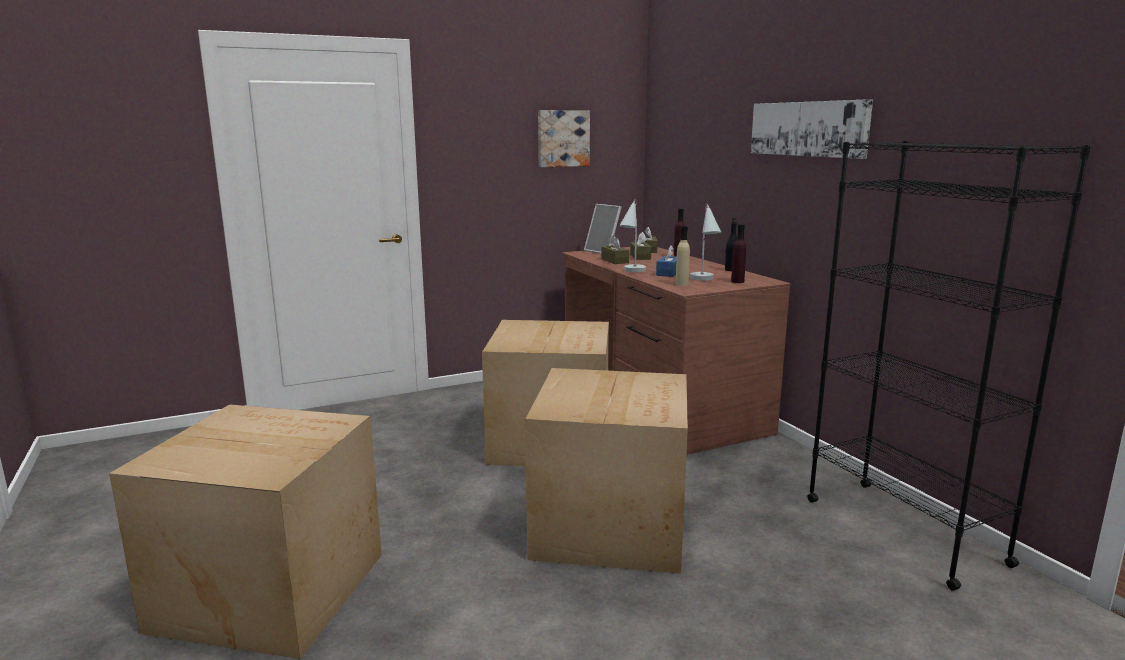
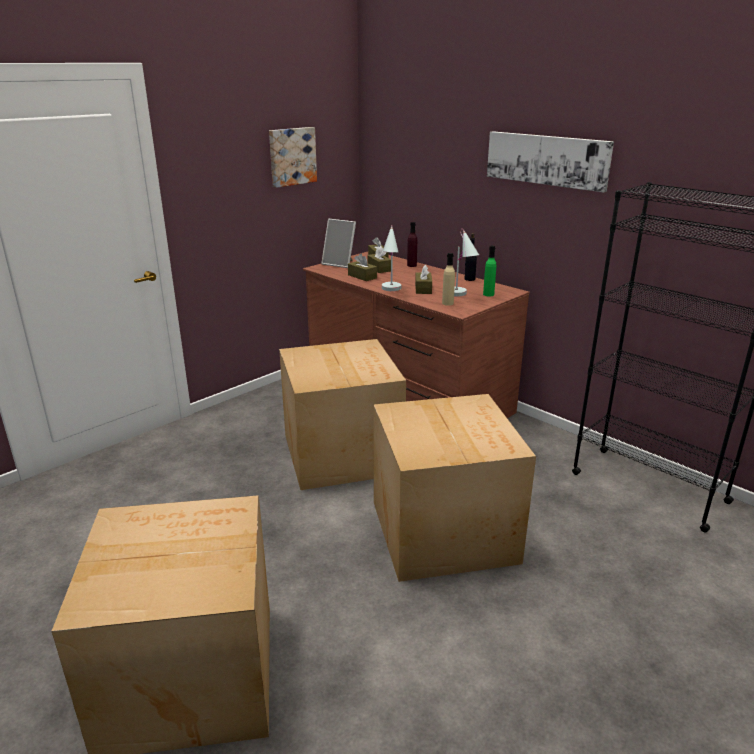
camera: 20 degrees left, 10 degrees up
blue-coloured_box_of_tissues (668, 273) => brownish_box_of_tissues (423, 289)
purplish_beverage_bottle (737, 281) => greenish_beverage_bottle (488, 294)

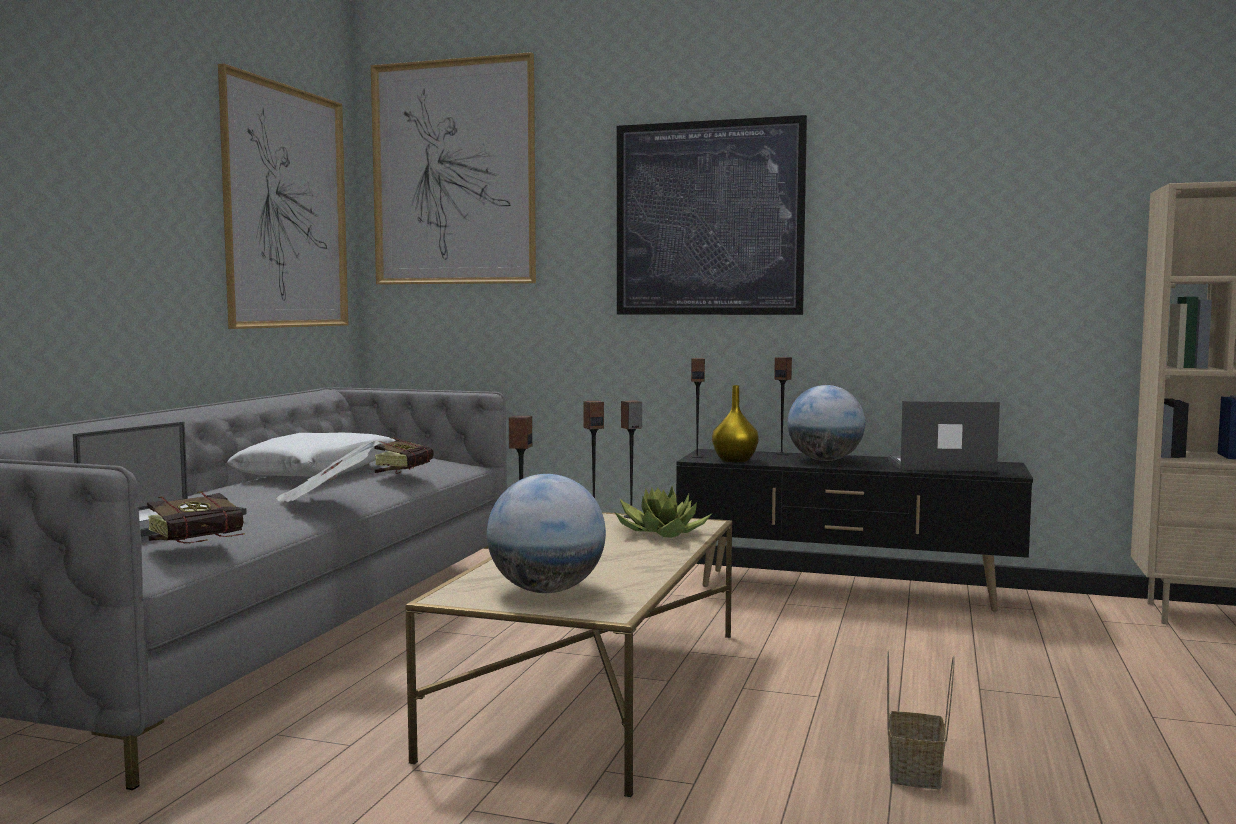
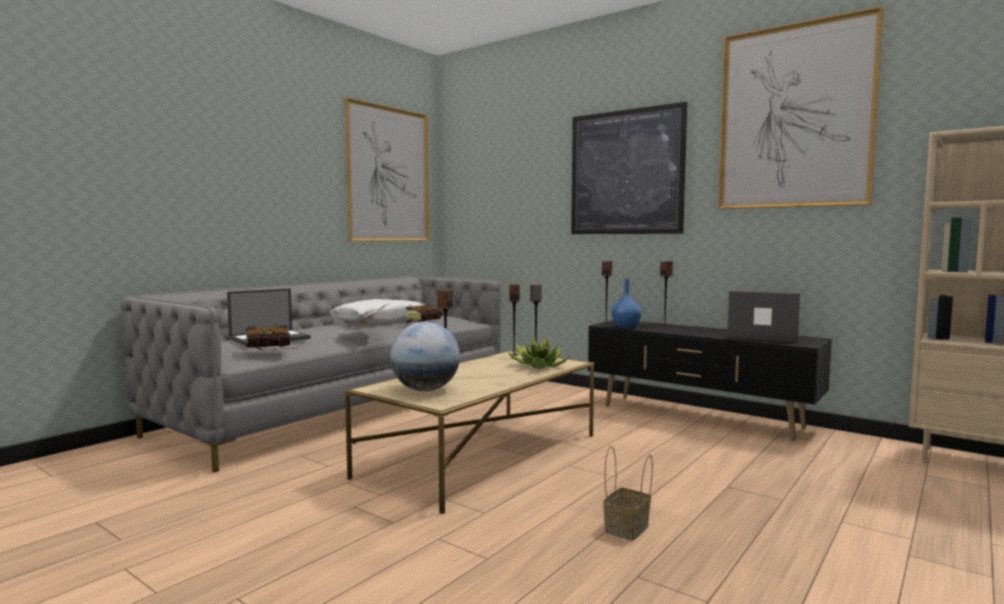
camera: 20 degrees right, 0 degrees up
yellowish_vase (733, 460) => blue-coloured_vase (625, 326)
picture (453, 173) => picture (794, 116), moved
globe (825, 460) => nothing

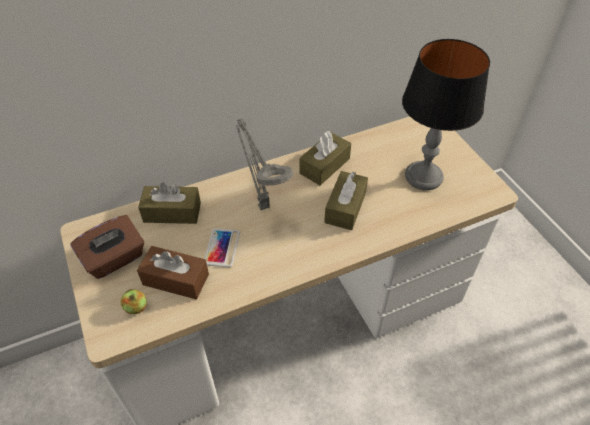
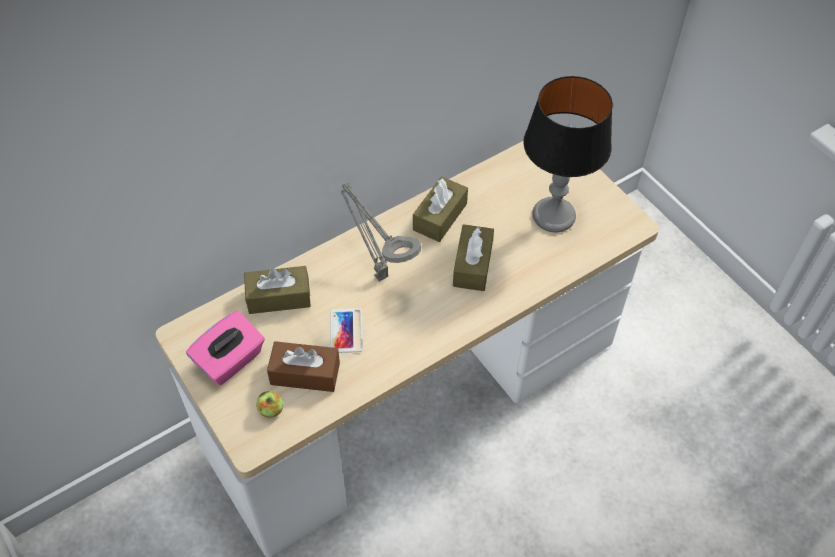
camera: 10 degrees left, 5 degrees up
brownish_box_of_tissues (115, 259) => pinkish_box_of_tissues (230, 361)

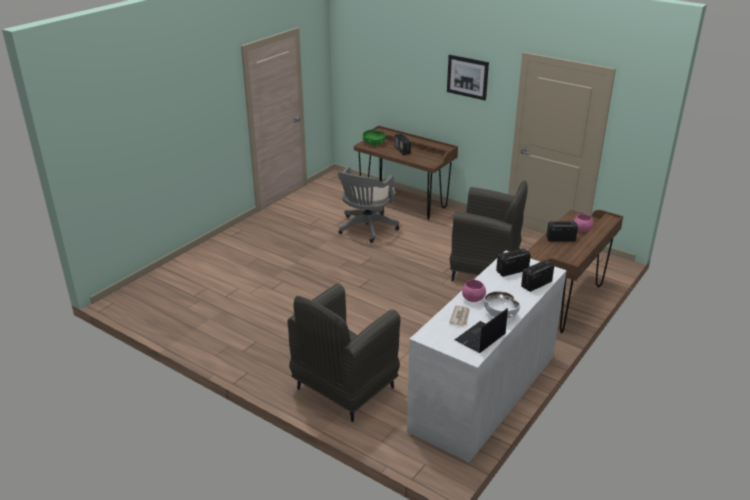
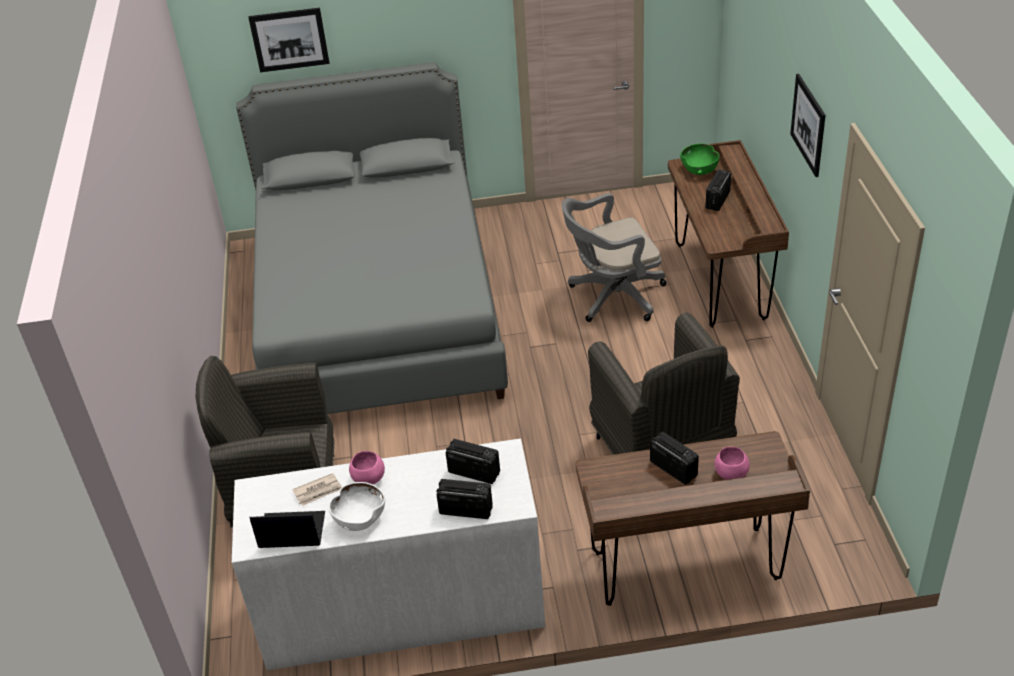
camera: 50 degrees right, 10 degrees up
nothing => grey_bed (377, 312)
nothing => picture (289, 39)

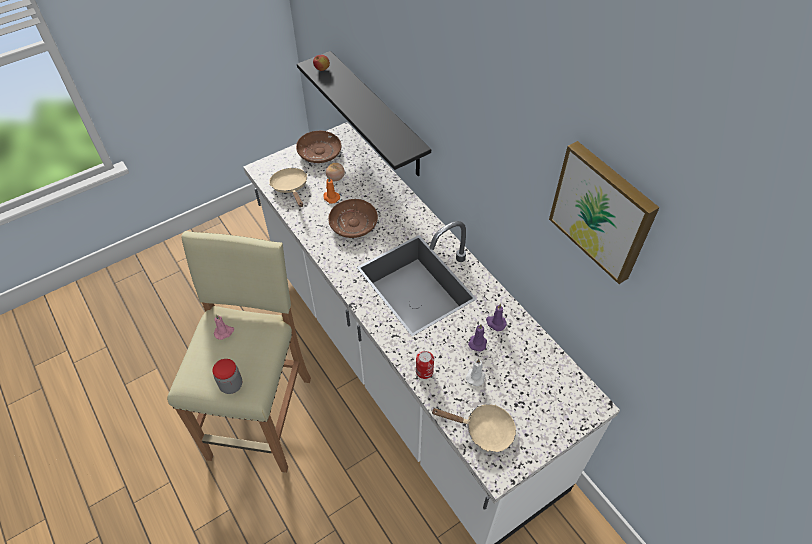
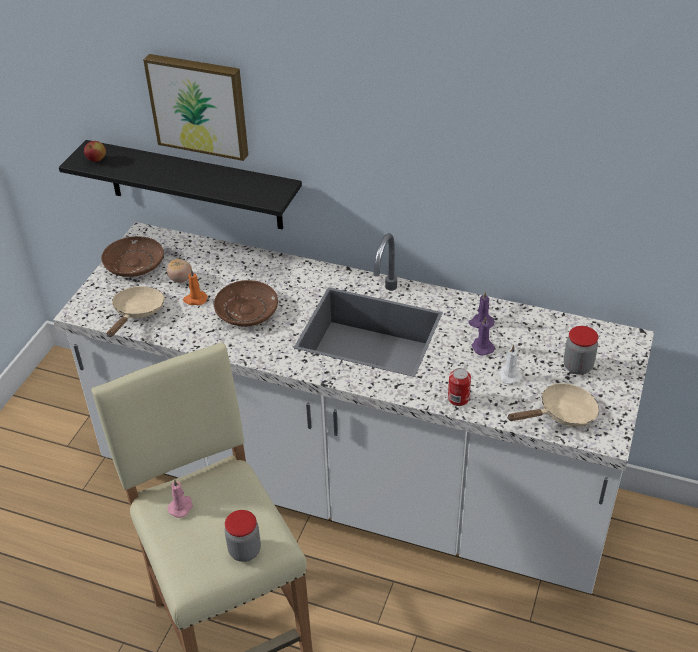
camera: 35 degrees left, 10 degrees down
sand-coloured_skillet (291, 188) => sand-coloured_skillet (137, 312), 75 degrees clockwise
picture (603, 211) => picture (199, 105), moved
nothing => jar (577, 366)

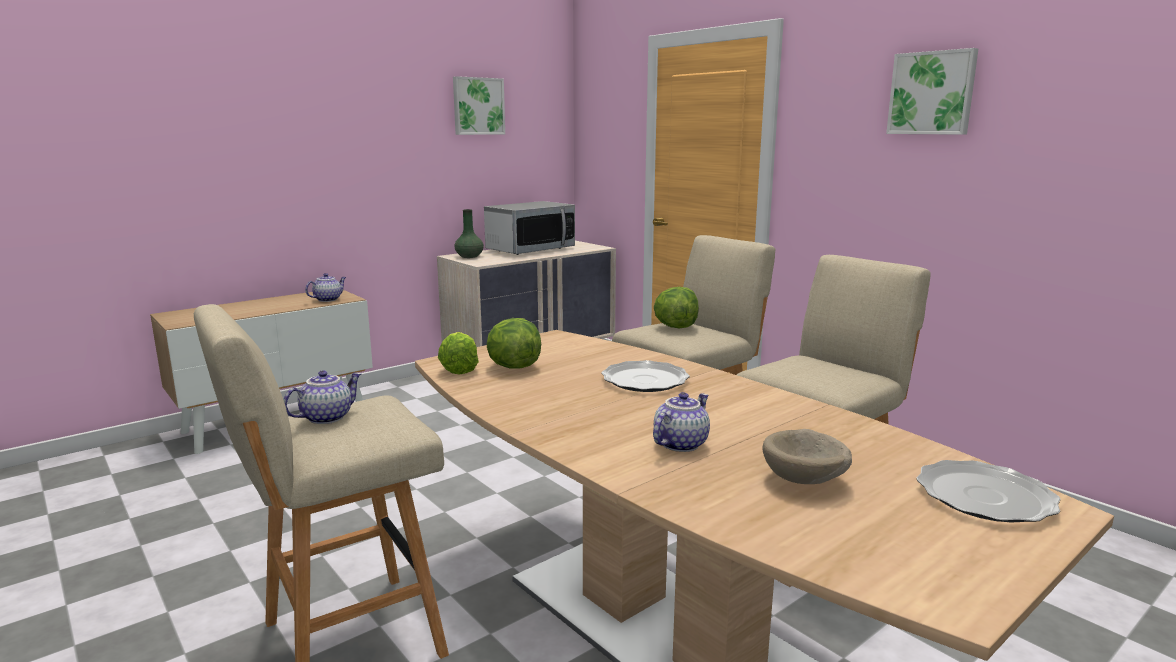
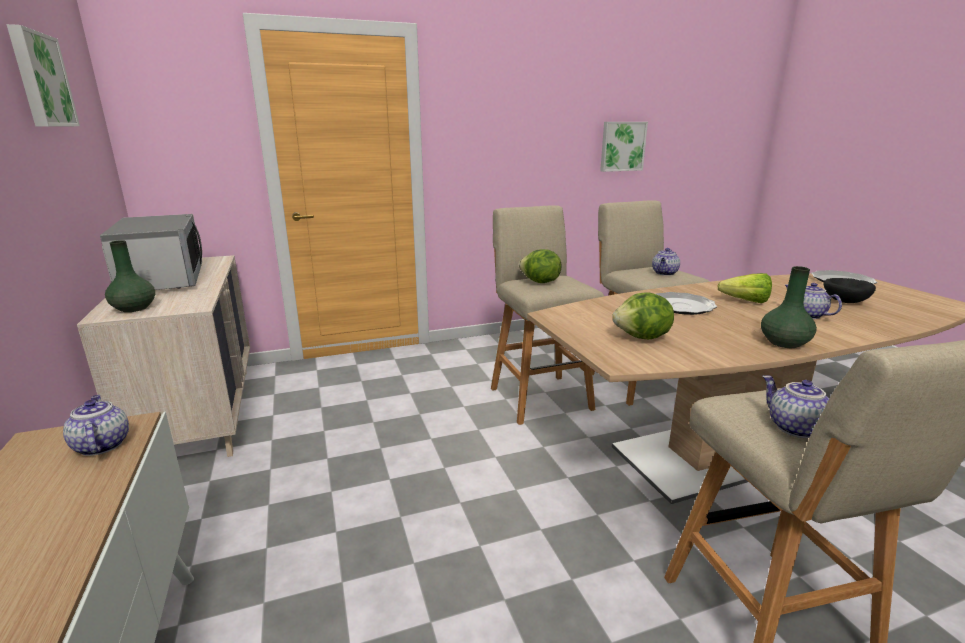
camera: 70 degrees left, 5 degrees up
picture (932, 93) => picture (622, 146), moved
nothing => tea_pot (664, 273)
head_of_lettuce (461, 367) => head_of_lettuce (740, 301), moved
nothing => greenish_vase (784, 343)
sand-coloured_bowl (806, 481) => blackish_bowl (845, 301)

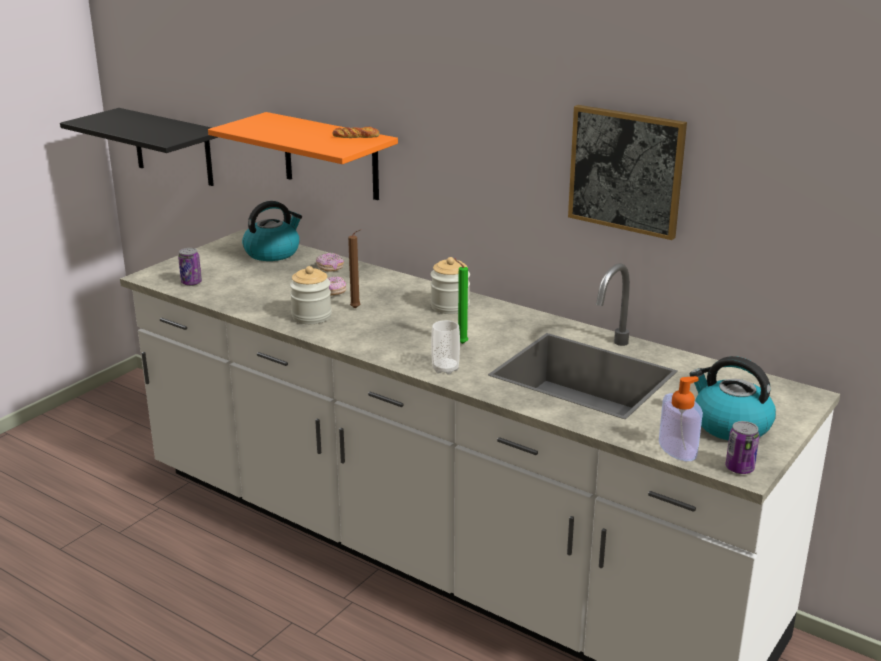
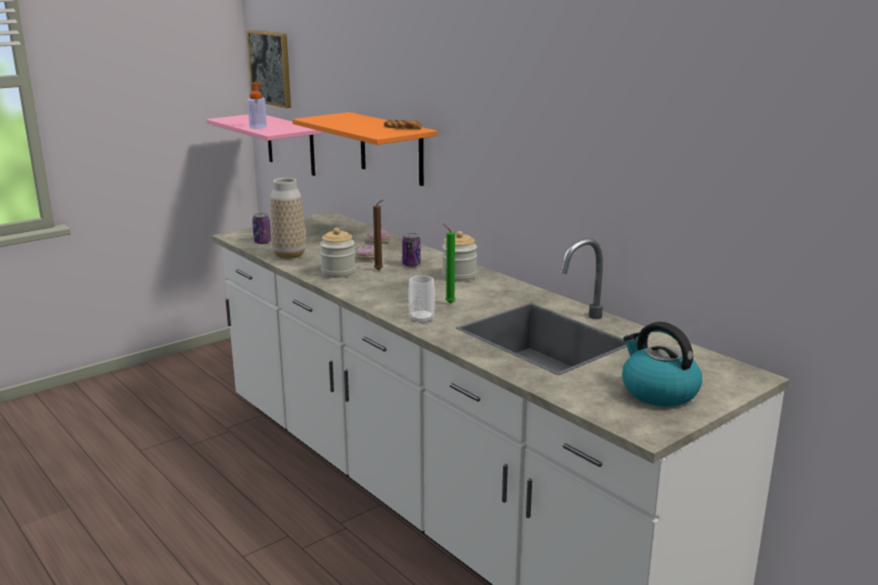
camera: 15 degrees right, 5 degrees down
blackish_bracket_shelf (173, 147) => pinkish_bracket_shelf (290, 144)
picture (626, 170) => picture (270, 68), moved
soap_dispenser (677, 449) => soap_dispenser (258, 126), moved
nothing => vase (289, 255)
metal_can (739, 468) => metal_can (411, 264), moved
water_kettle (273, 252) => nothing

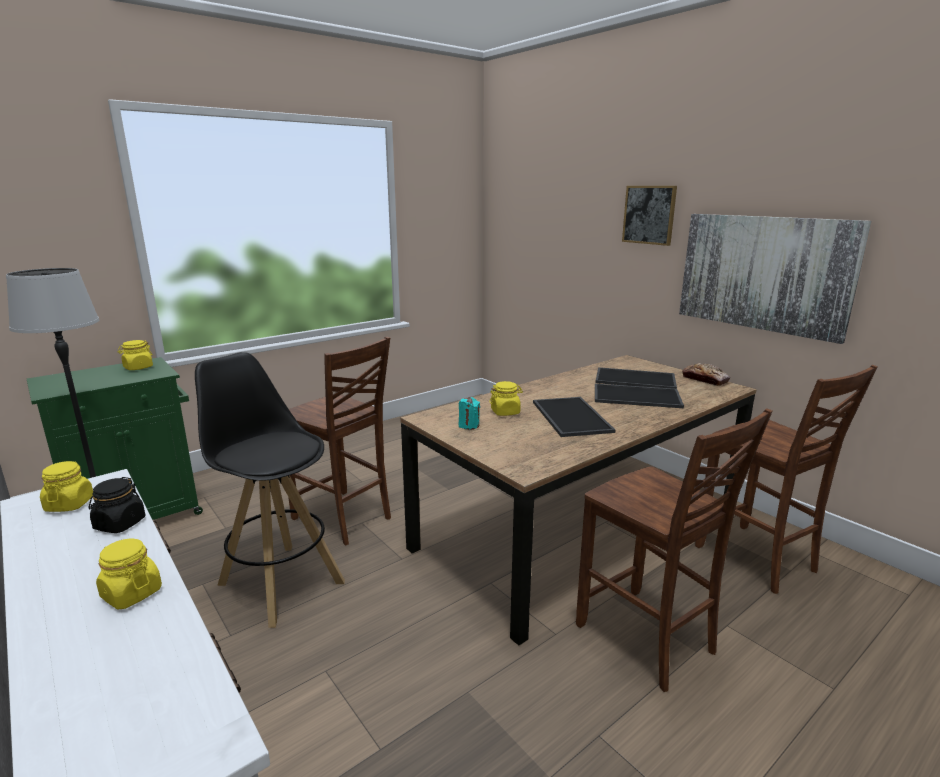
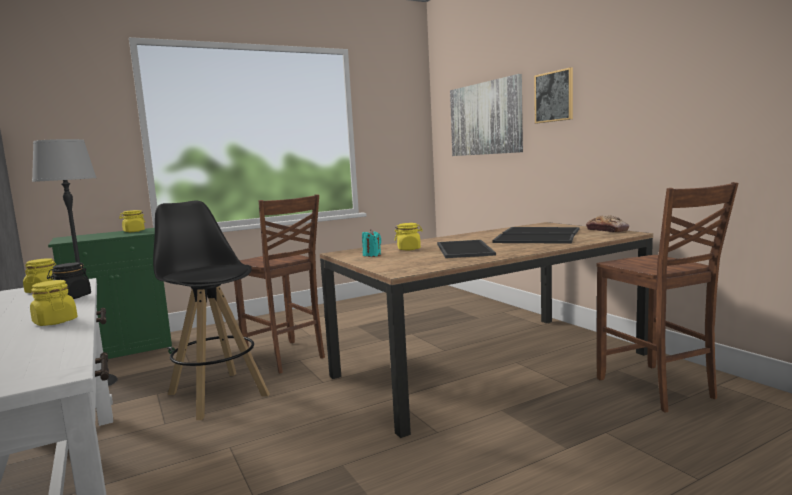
camera: 10 degrees right, 10 degrees down
picture (763, 273) => picture (485, 118), moved
brownish_upright_chair (647, 640) => nothing

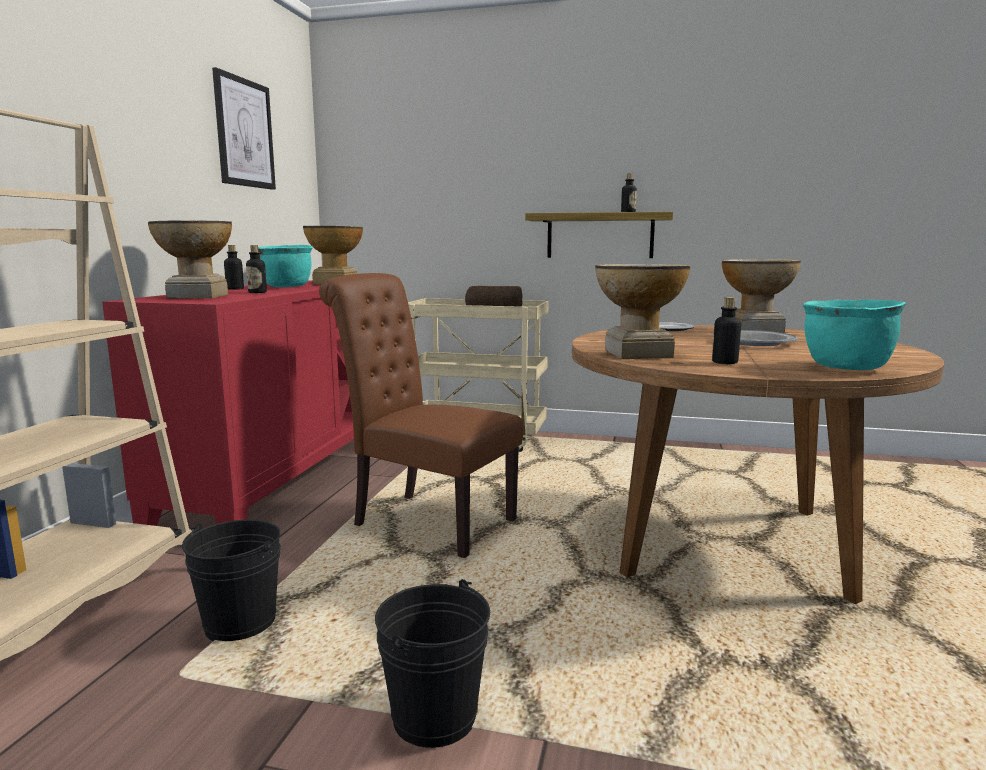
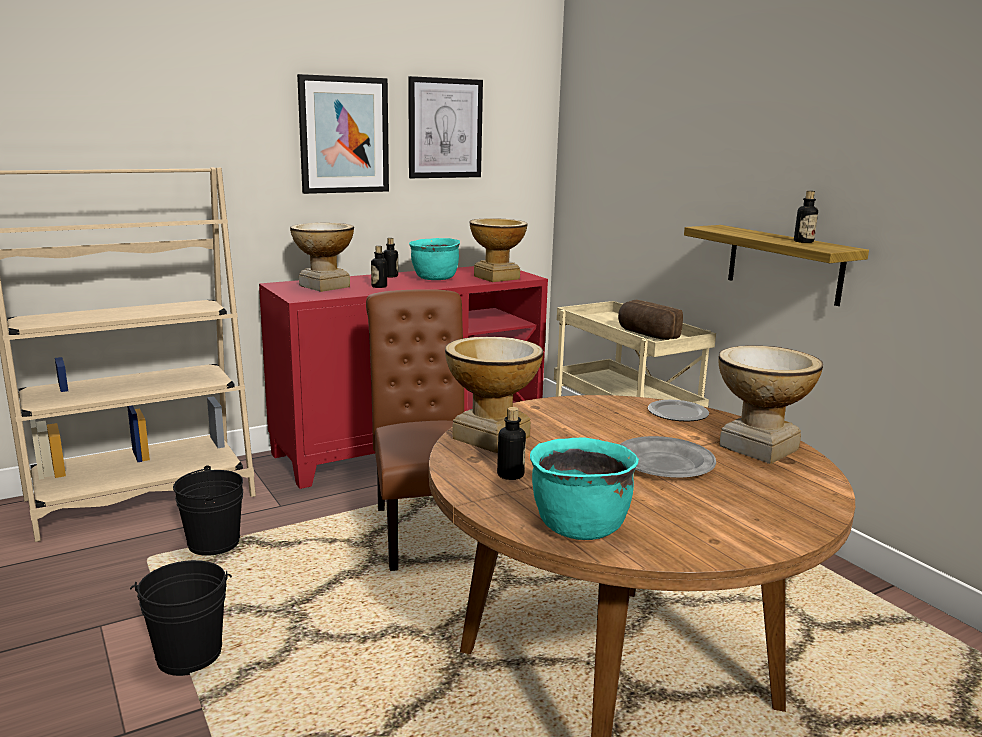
camera: 45 degrees right, 5 degrees up
nothing => picture (344, 135)

